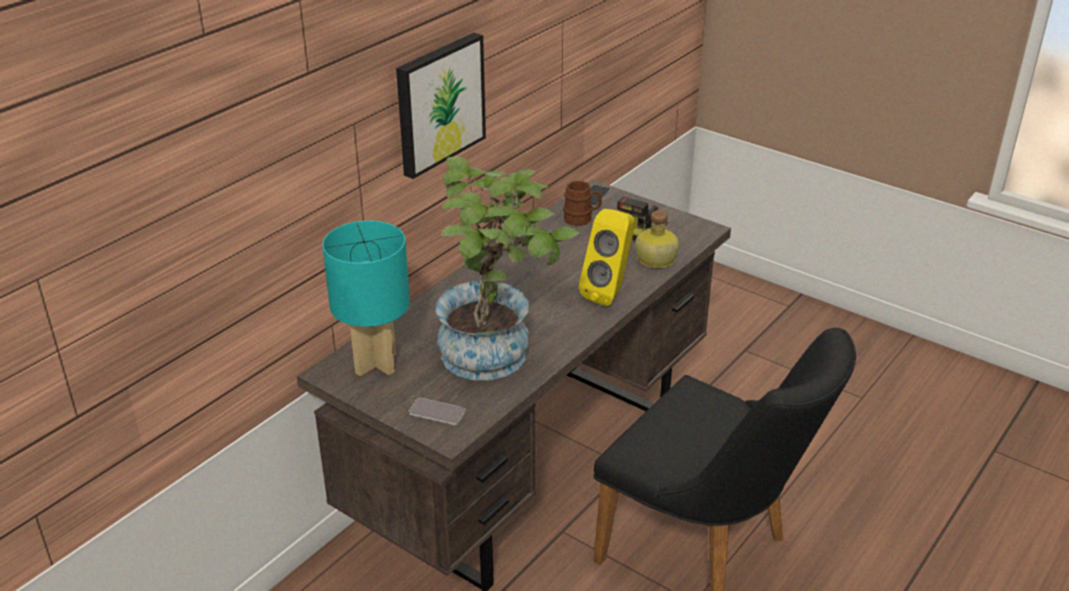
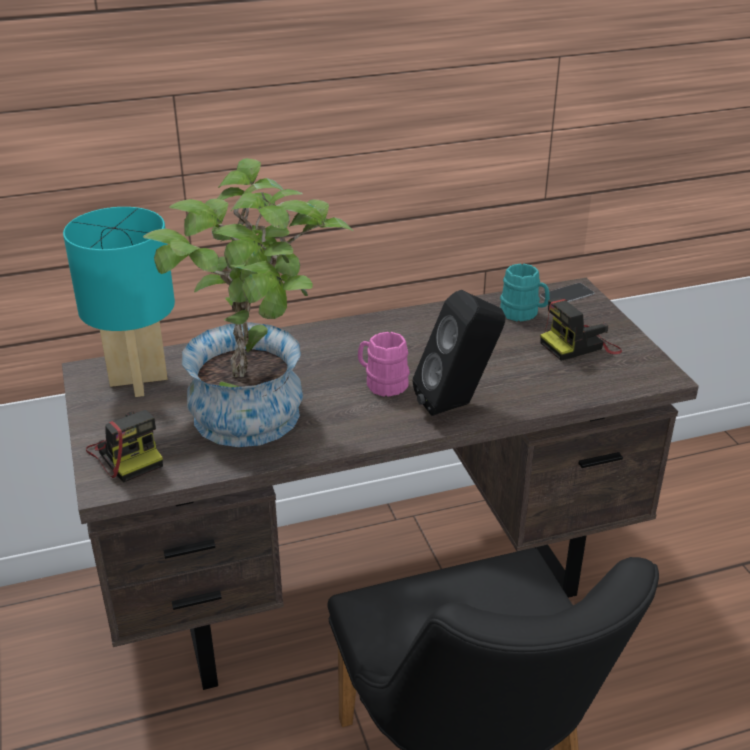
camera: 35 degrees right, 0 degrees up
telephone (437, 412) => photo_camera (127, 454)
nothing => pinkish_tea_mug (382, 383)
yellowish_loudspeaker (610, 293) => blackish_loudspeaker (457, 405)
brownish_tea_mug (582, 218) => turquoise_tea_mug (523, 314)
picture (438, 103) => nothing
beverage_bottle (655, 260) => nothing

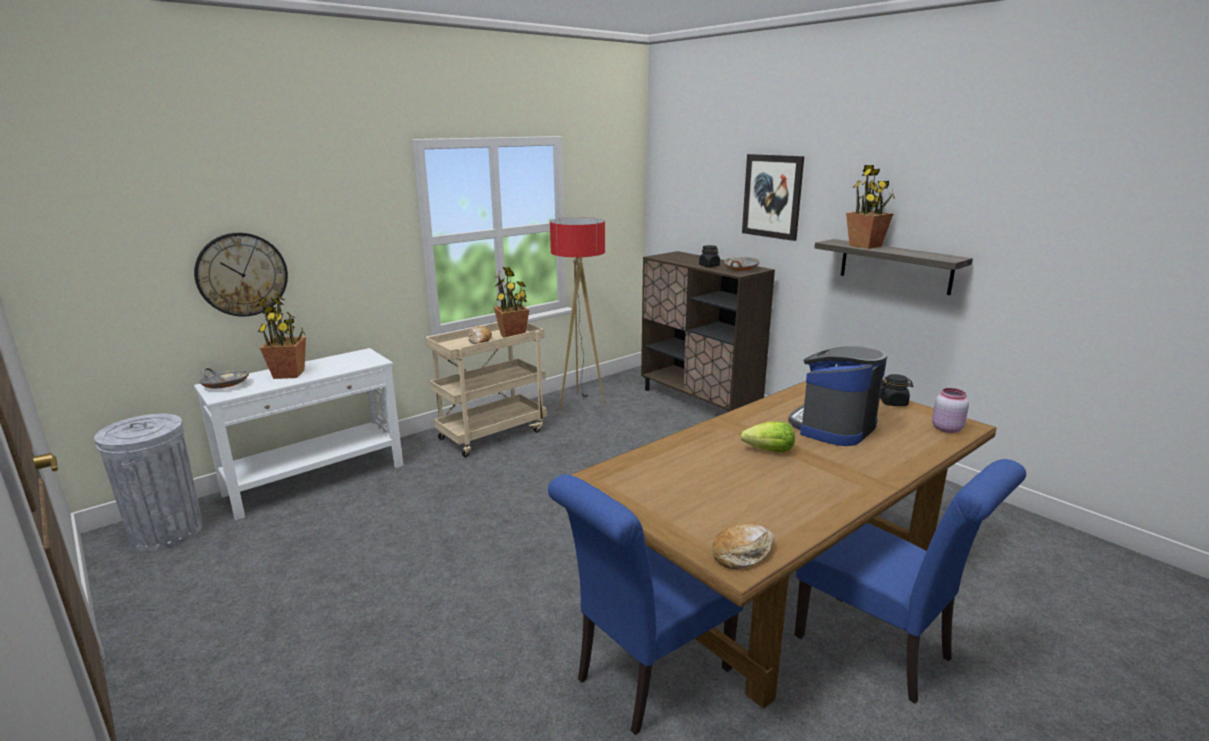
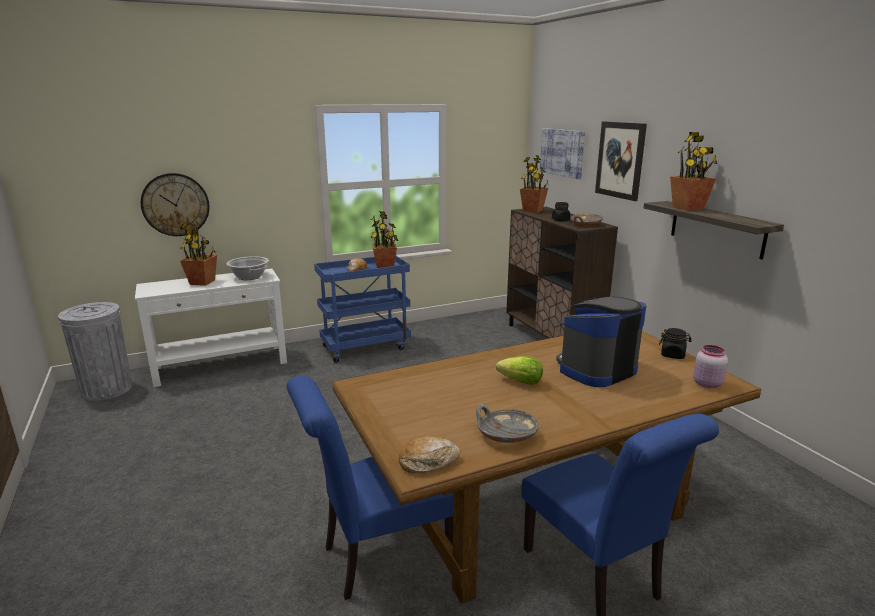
camera: 15 degrees right, 0 degrees up
nothing => saucepot (249, 277)
sand-coloured_cart (492, 434) => blue-coloured_cart (366, 347)
grey_bowl (225, 385) => grey_bowl (505, 434), moved
nothing => houseplant (533, 210)
nothing => picture (562, 152)
standing_lamp (580, 402) => nothing

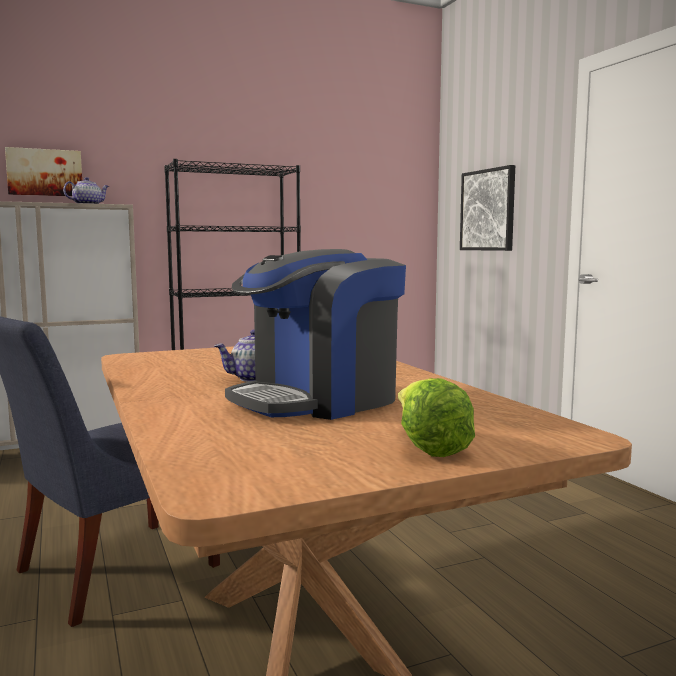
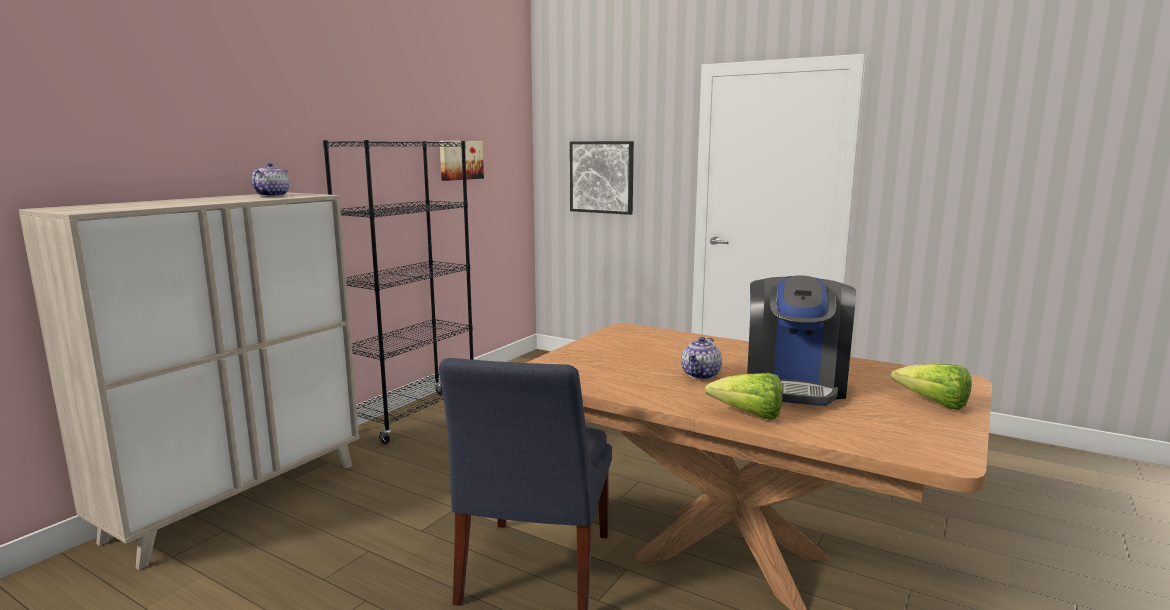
camera: 35 degrees left, 5 degrees up
picture (45, 172) => picture (460, 160), moved
nothing => head_of_lettuce (749, 415)

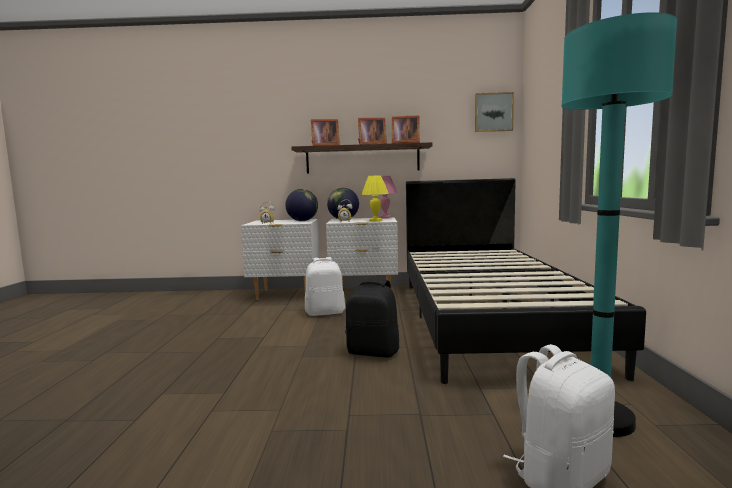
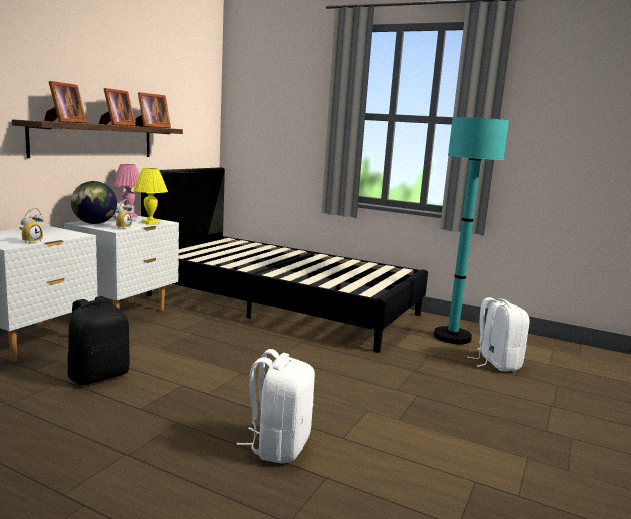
camera: 65 degrees left, 5 degrees up
blackish_rucksack (373, 352) => blackish_rucksack (99, 376), moved
whitish_rucksack (325, 312) => whitish_rucksack (278, 446), moved
globe (302, 221) => nothing
picture (493, 112) => nothing

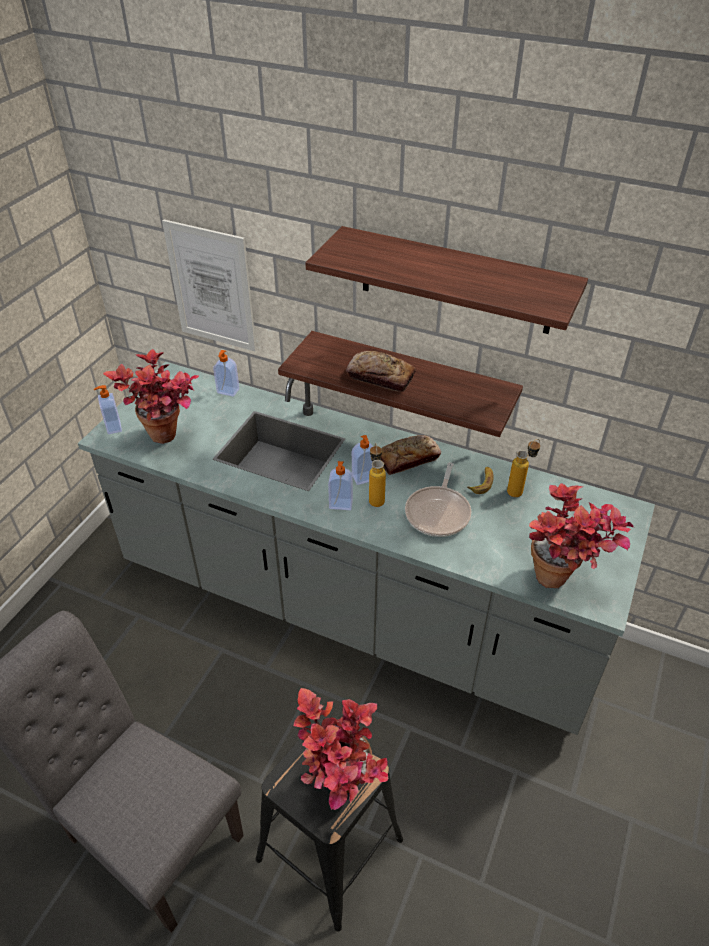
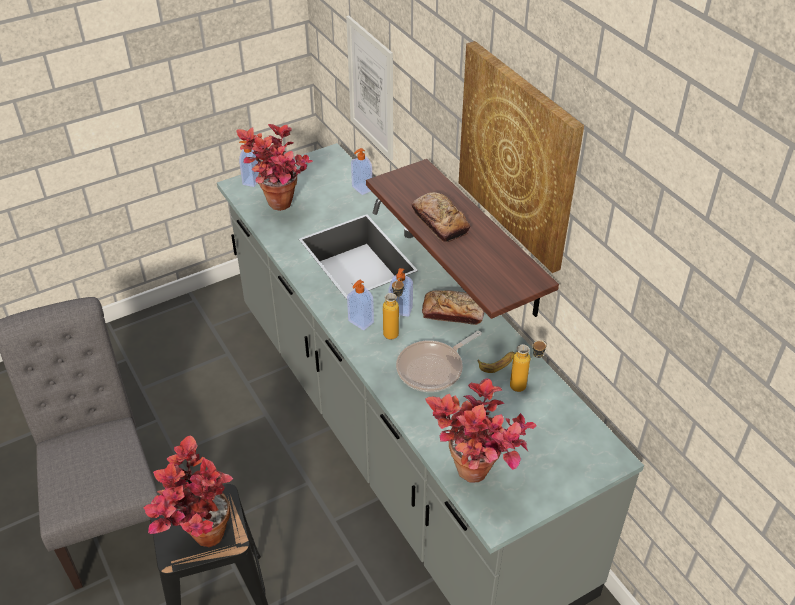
camera: 35 degrees right, 0 degrees up
bracket_shelf (455, 281) => picture (518, 155)

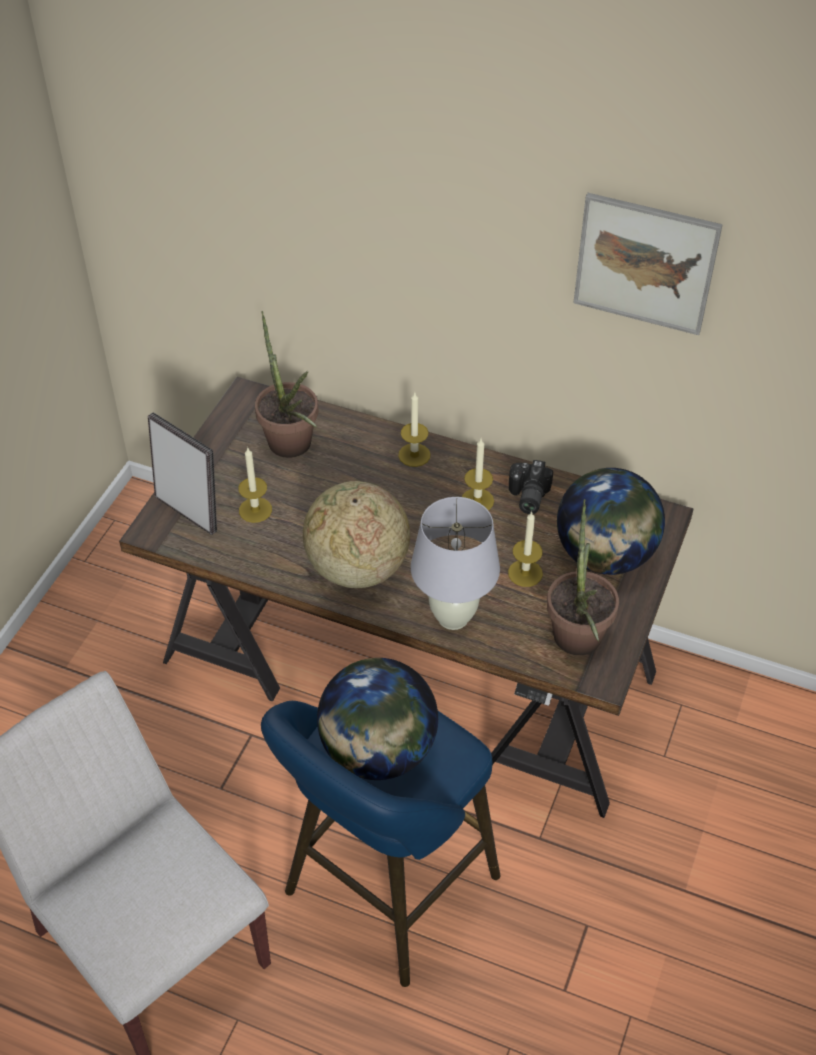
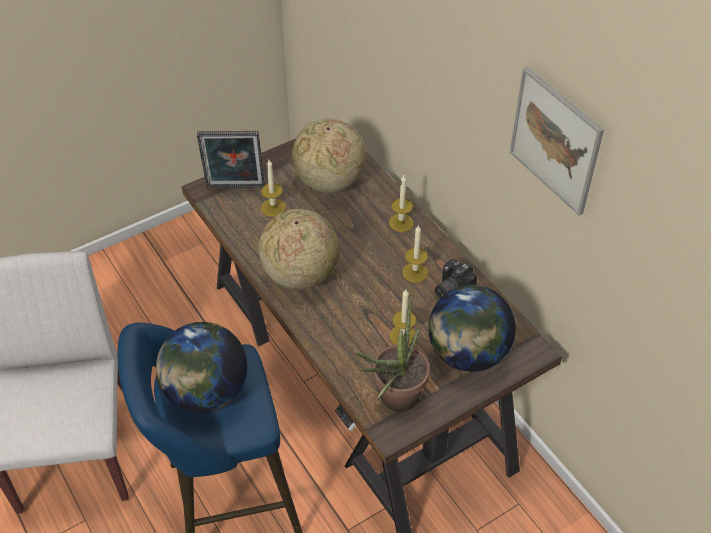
camera: 35 degrees right, 0 degrees up
picture_frame (189, 511) => picture_frame (235, 188), 105 degrees clockwise
houseplant (293, 449) => globe (329, 182)
whitish_table_lamp (453, 617) => nothing

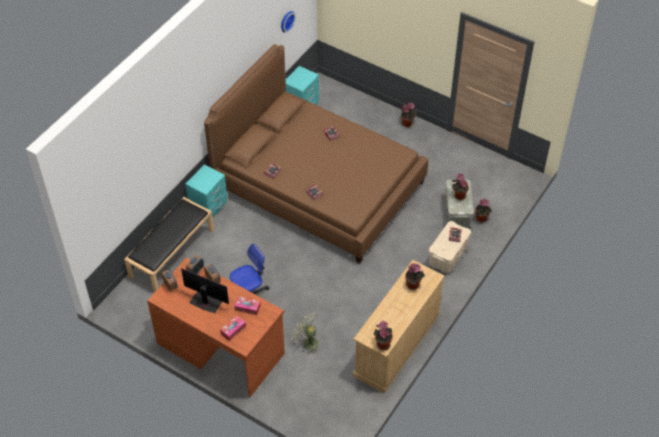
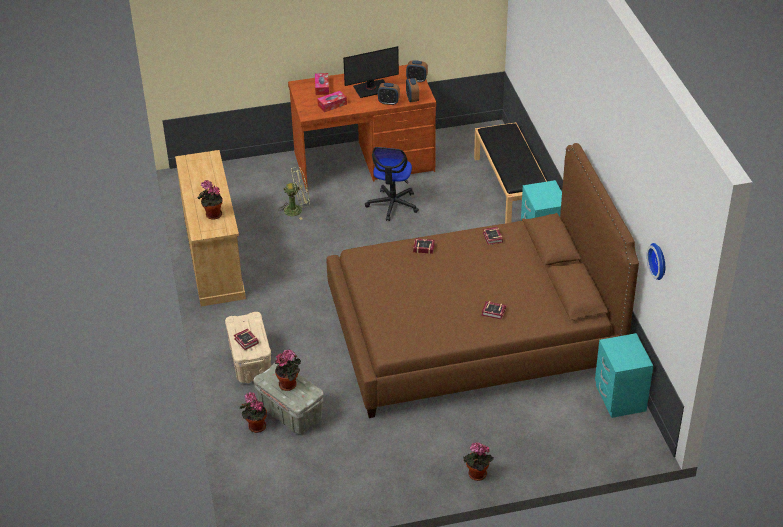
camera: 135 degrees right, 10 degrees down
houseplant (382, 343) => nothing

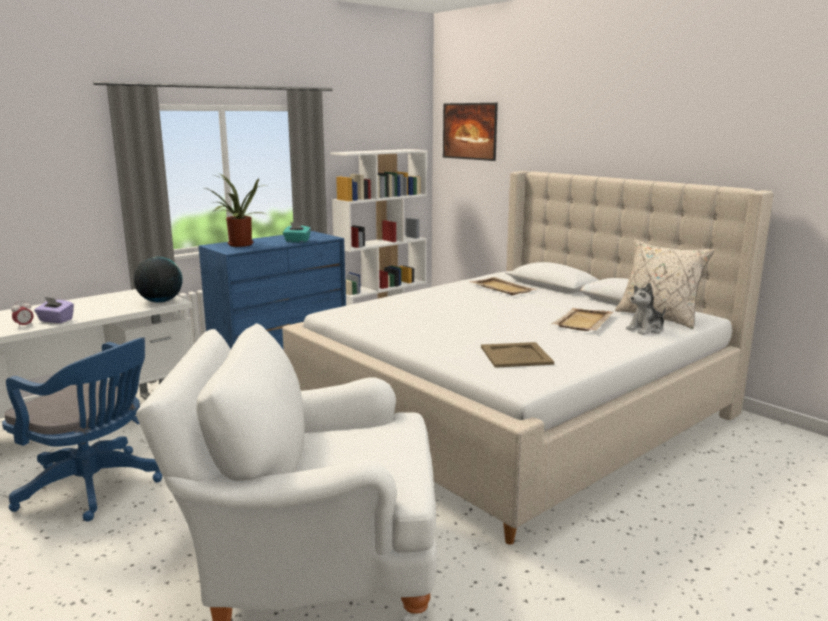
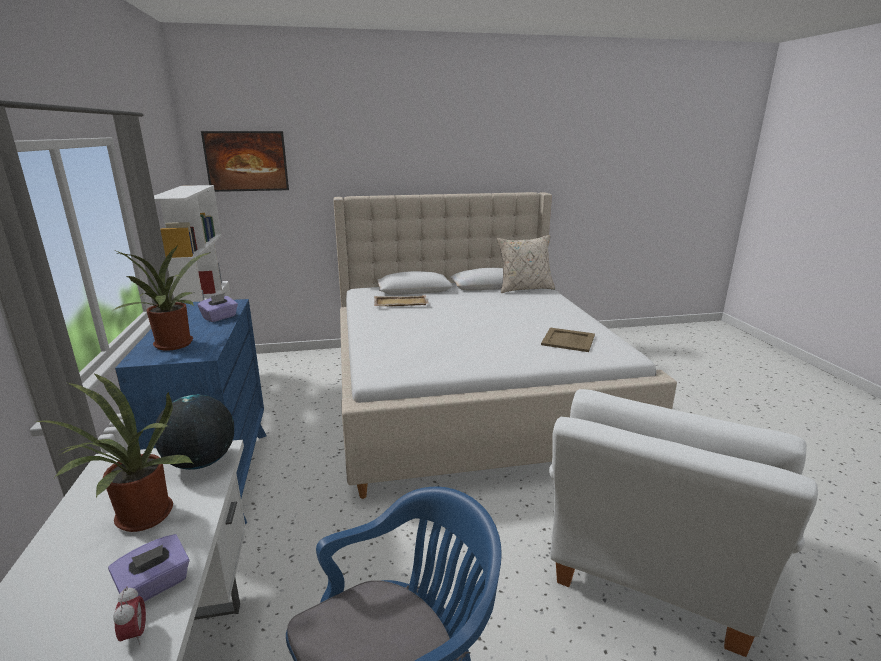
camera: 60 degrees left, 5 degrees up
nothing => houseplant (139, 519)
turquoise_box_of_tissues (297, 241) => purplish_box_of_tissues (220, 317)
sand-coloured_carrying_tray (582, 322) => nothing
cuddly_toy (646, 329) => nothing

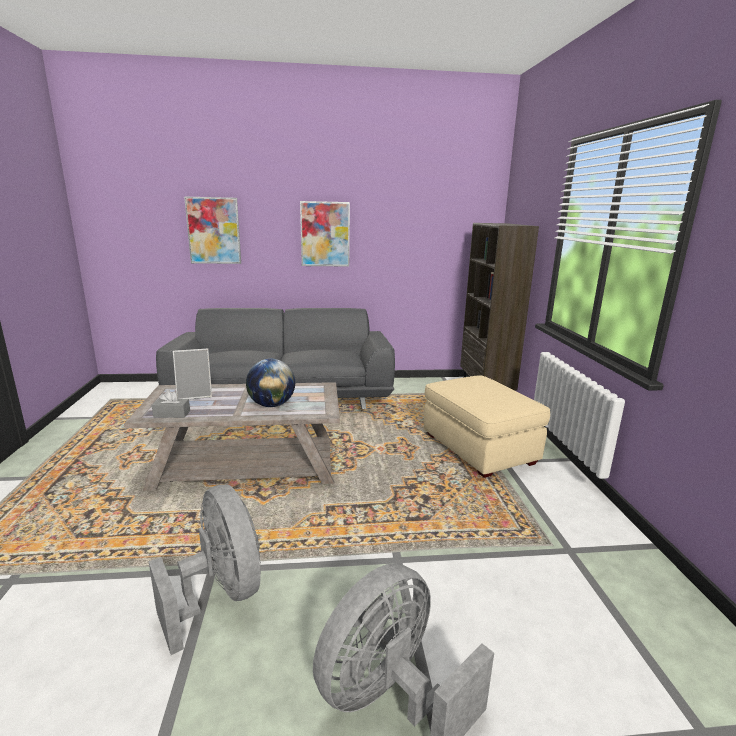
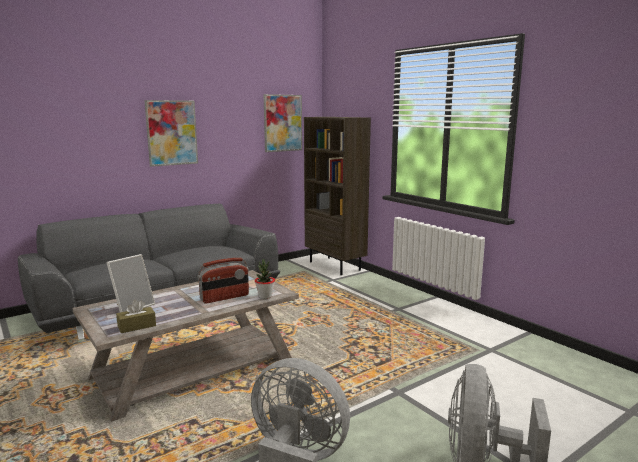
camera: 30 degrees left, 5 degrees down
grey_box_of_tissues (172, 414) => brownish_box_of_tissues (137, 326)
globe (272, 405) => radio_receiver (225, 297)
nothing => houseplant (265, 296)
picture (213, 230) => picture (282, 123), moved
sand-coloured_footrest (479, 449) => nothing

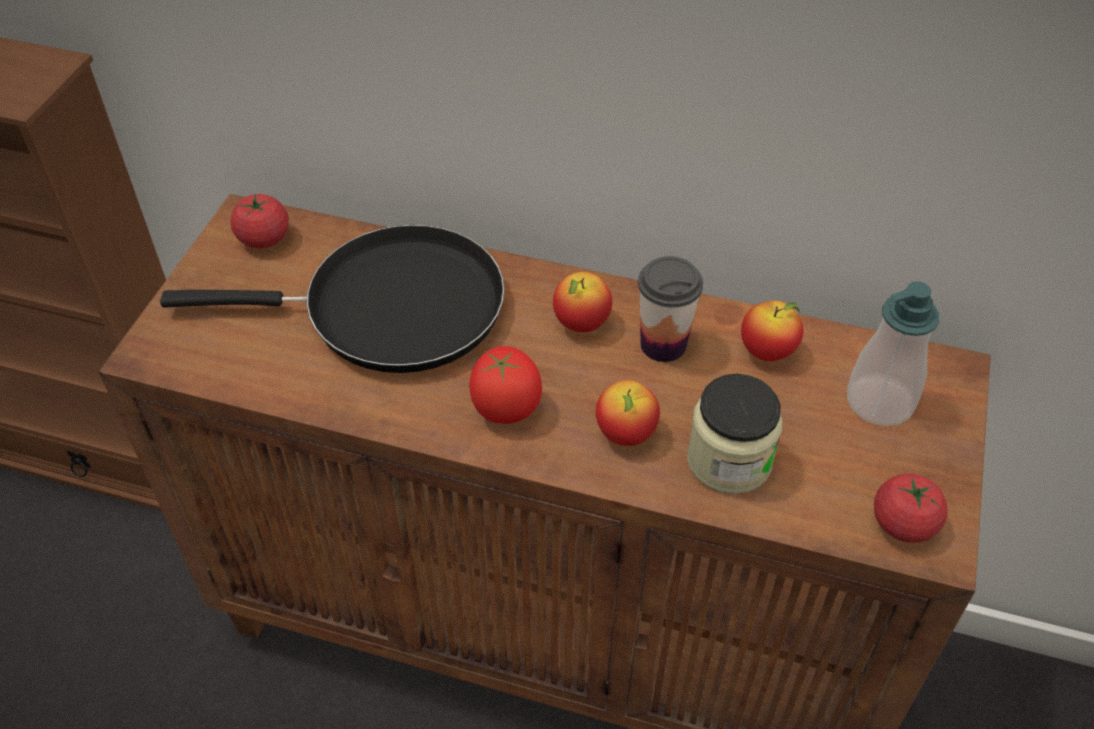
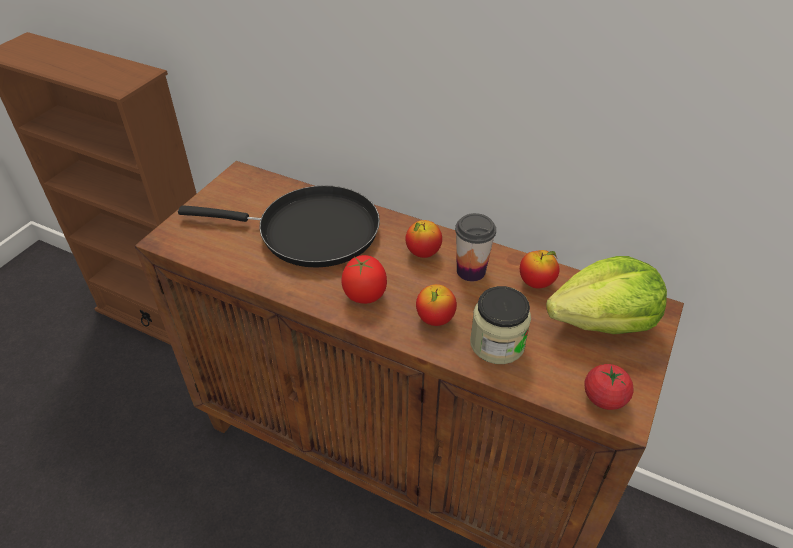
camera: 10 degrees right, 5 degrees down
soap_dispenser (879, 402) => head_of_lettuce (603, 322)
fresh_tomato (264, 238) => nothing

